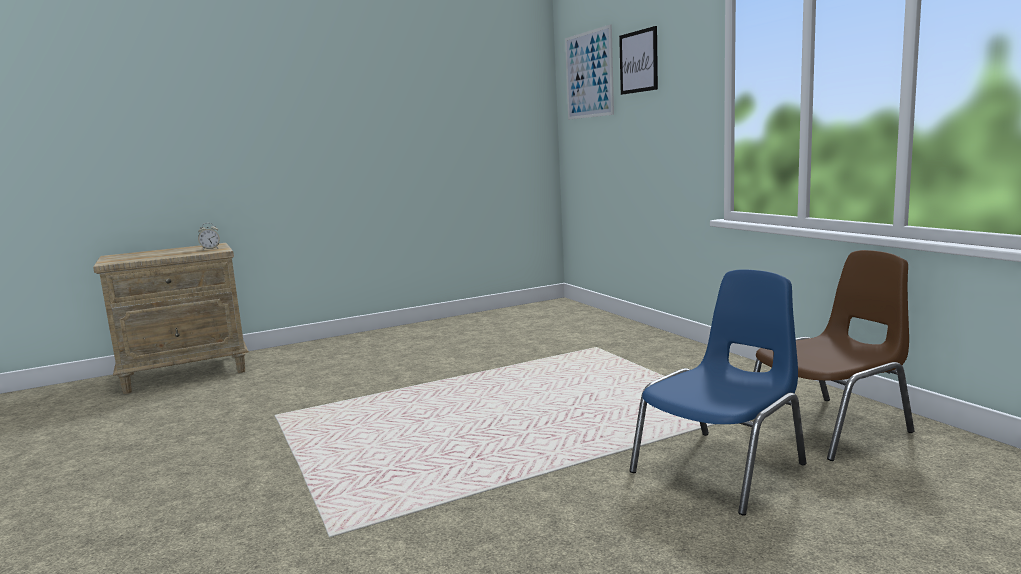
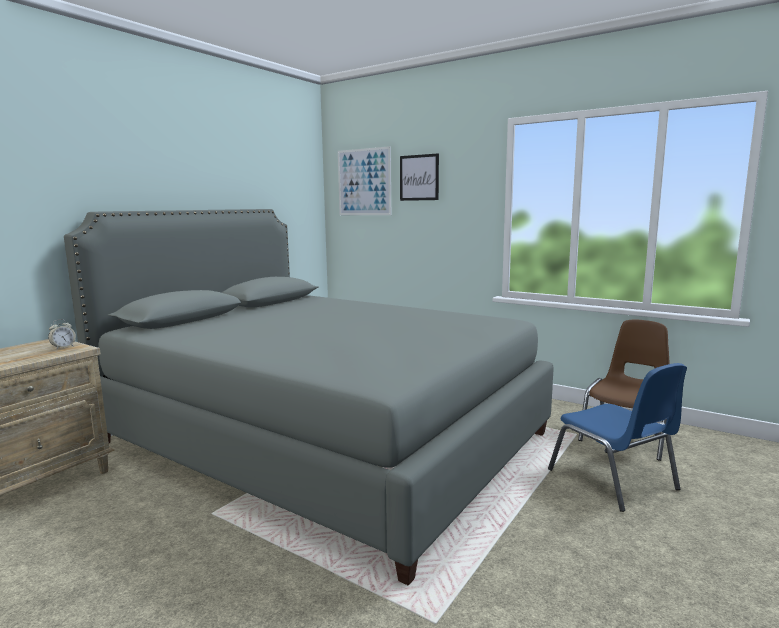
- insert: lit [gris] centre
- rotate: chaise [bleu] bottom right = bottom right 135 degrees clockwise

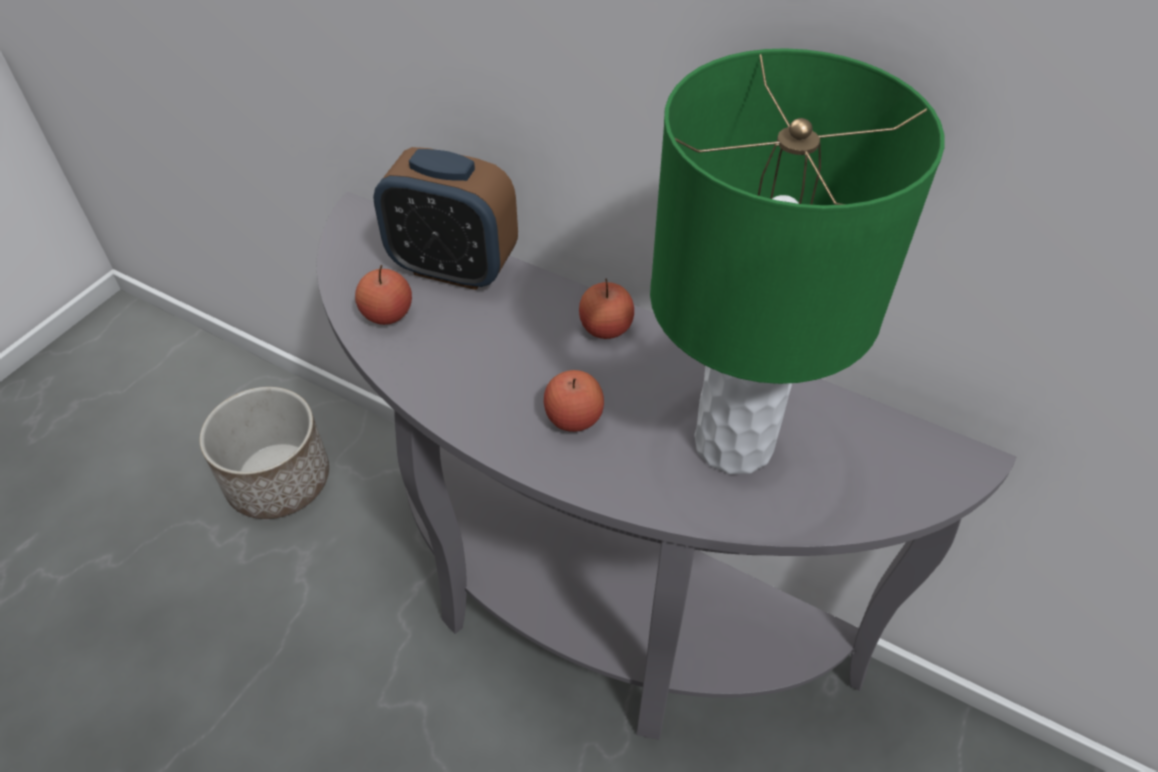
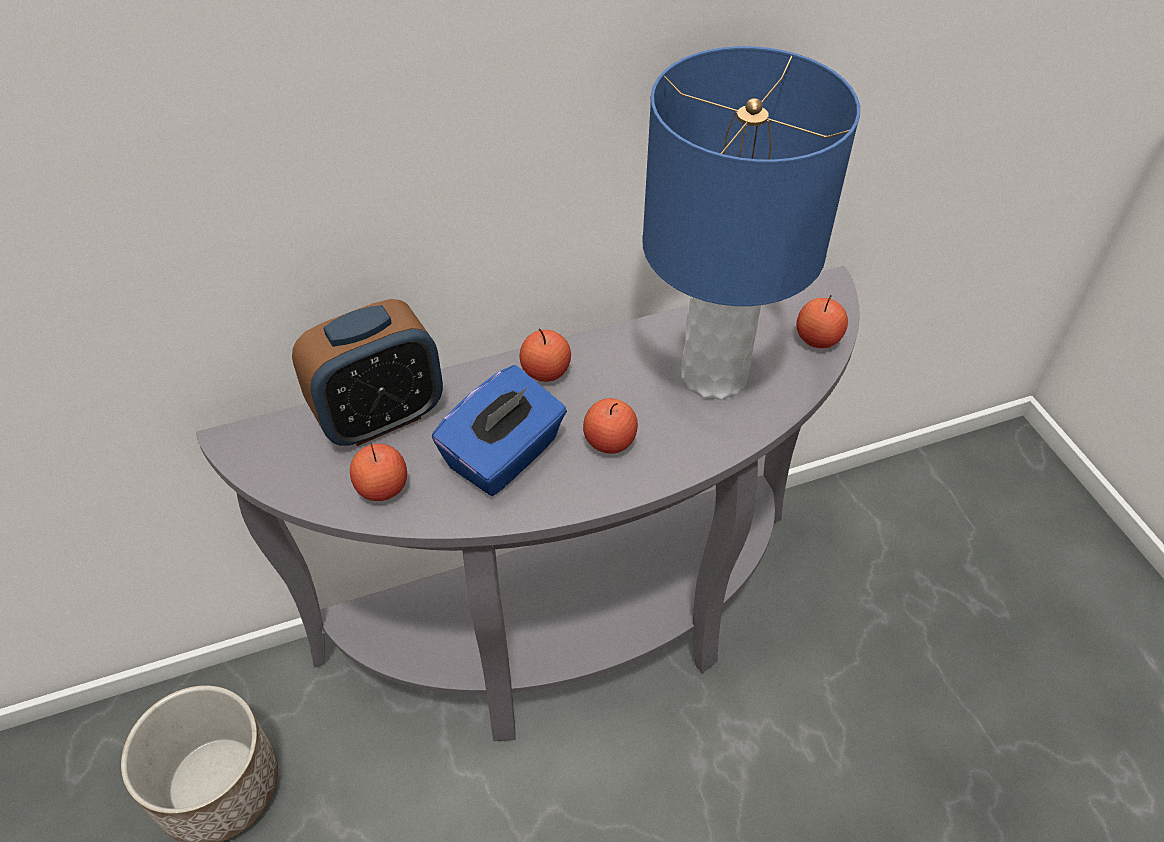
- insert: boîte à mouchoirs [bleu] centre
- recolor: lampe de table [vert] middle right to lampe de table [bleu] top centre
- insert: pomme (4th from left) middle right

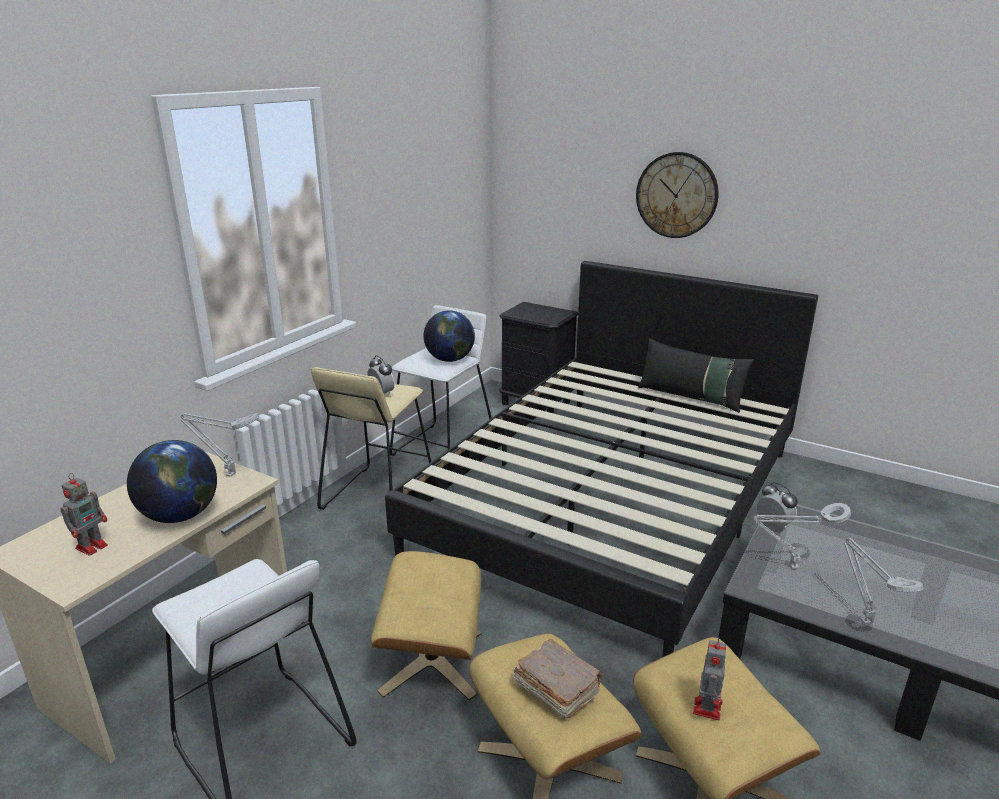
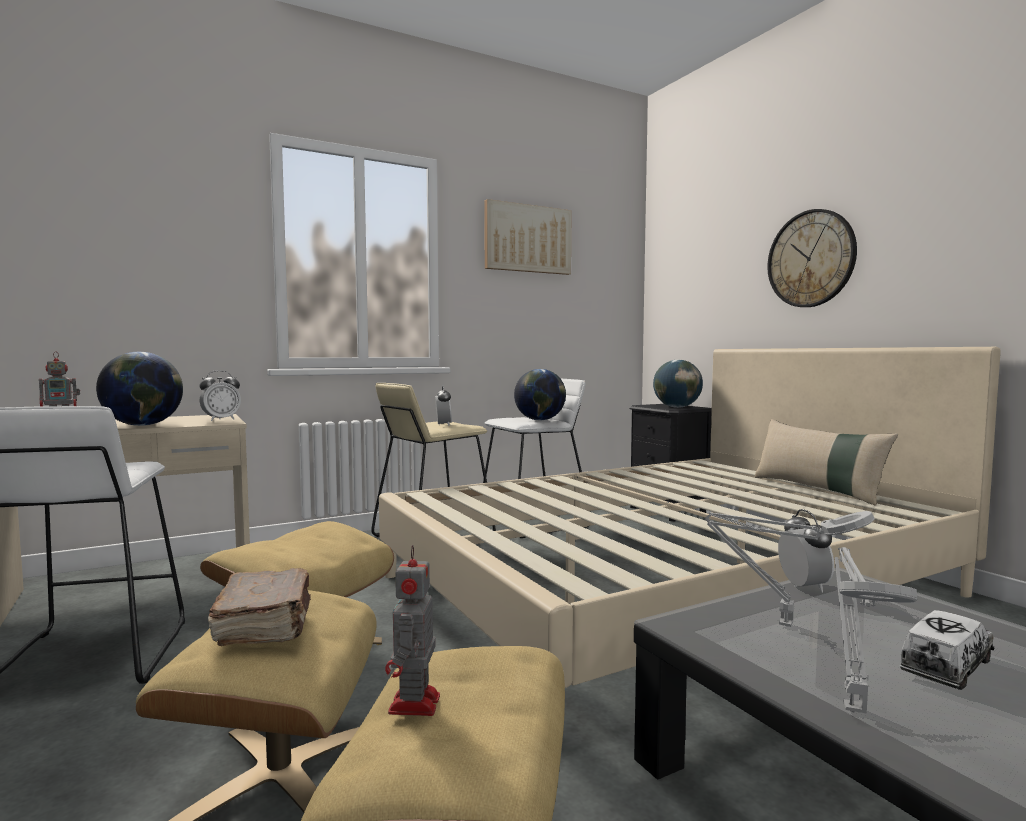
- replace: lampe de table [gris] (1st from left) middle left to réveil (1st from left) middle left
- recolor: lit [noir] centre to lit [beige] middle right
- rotate: robot jouet (2nd from left) bottom right = bottom centre 135 degrees clockwise
- insert: tableau top centre
- insert: globe (3rd from left) centre
- recolor: coussin [noir] middle right to coussin [beige] middle right
- insert: camion jouet bottom right

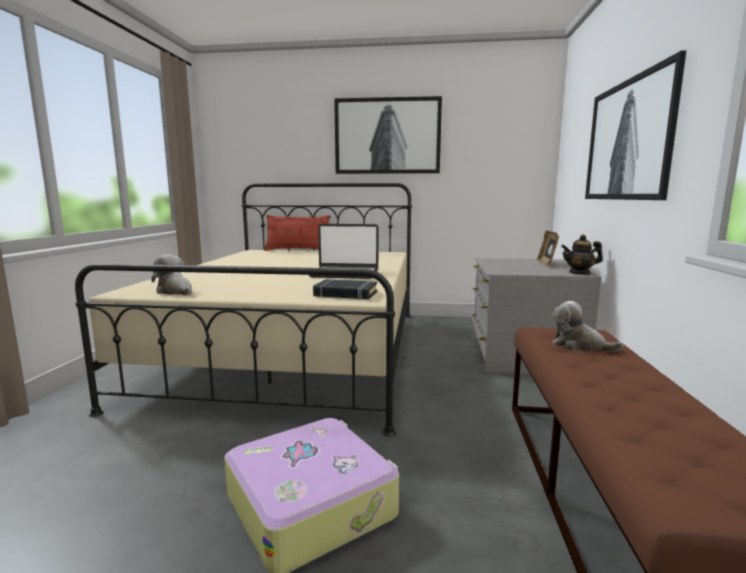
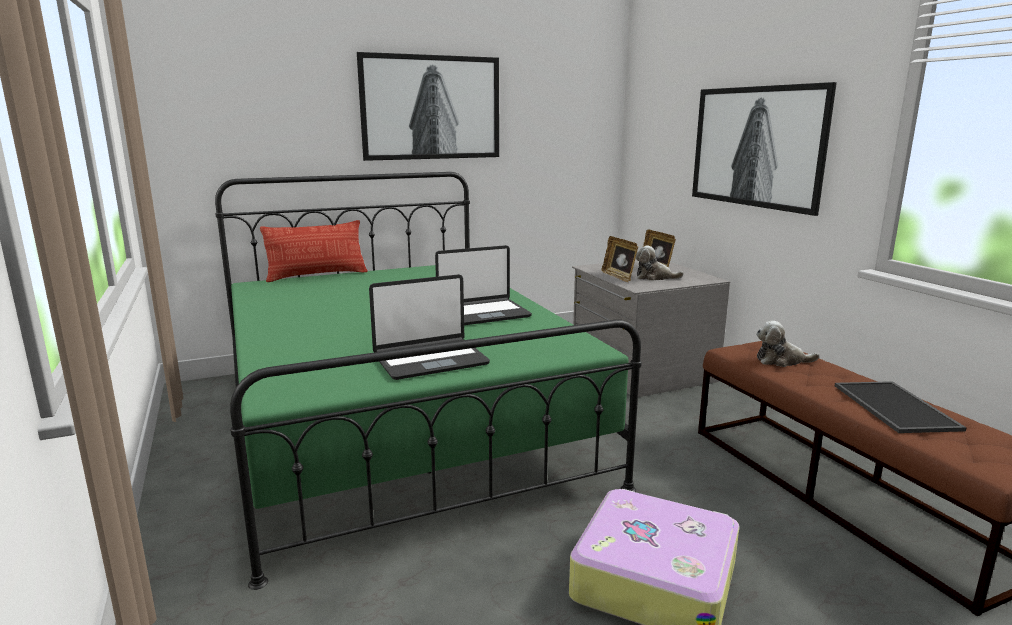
- recolor: lit [beige] middle left to lit [vert] centre
- insert: ordinateur portable (1st from left) centre
- insert: cadre photo (1st from left) centre
- move: peluche (1st from left) middle left to centre
- insert: plateau middle right
- delete: livre [noir] centre
- delete: théière middle right

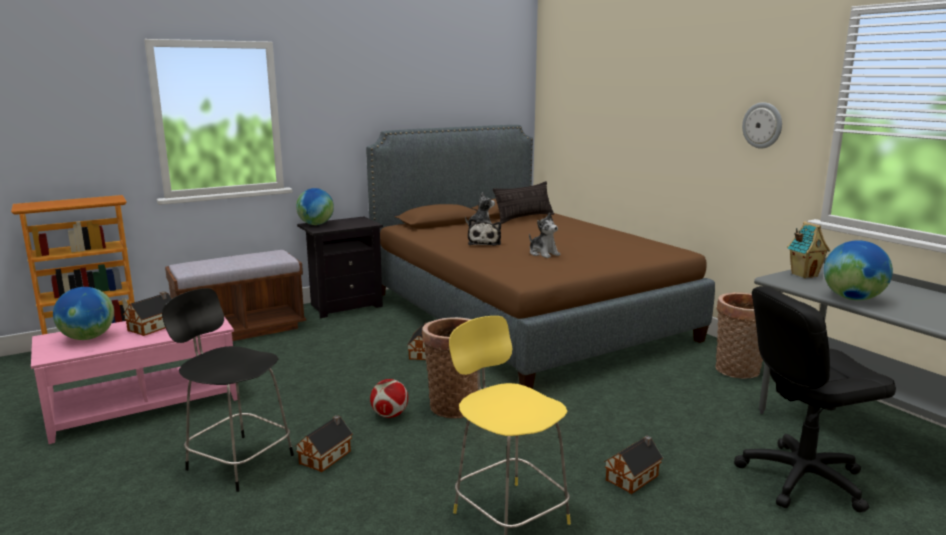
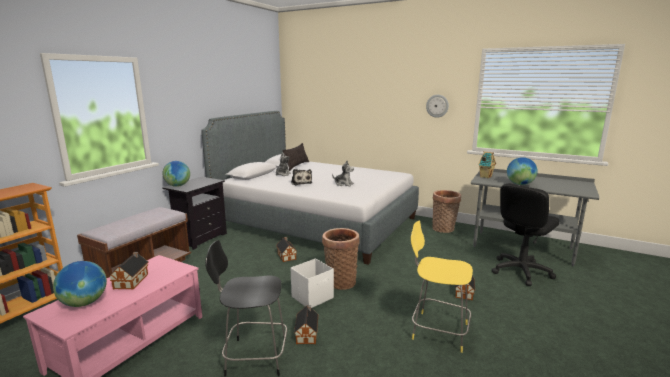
- recolor: lit [marron] centre to lit [gris] centre
- replace: ballon de foot bottom centre to boîte de rangement [blanc] bottom centre

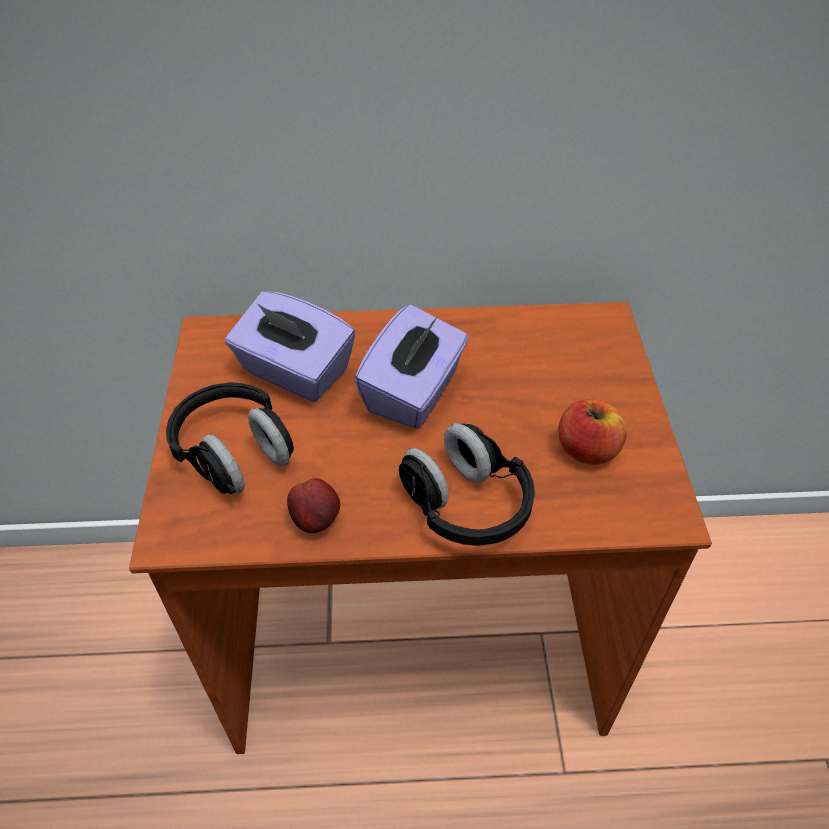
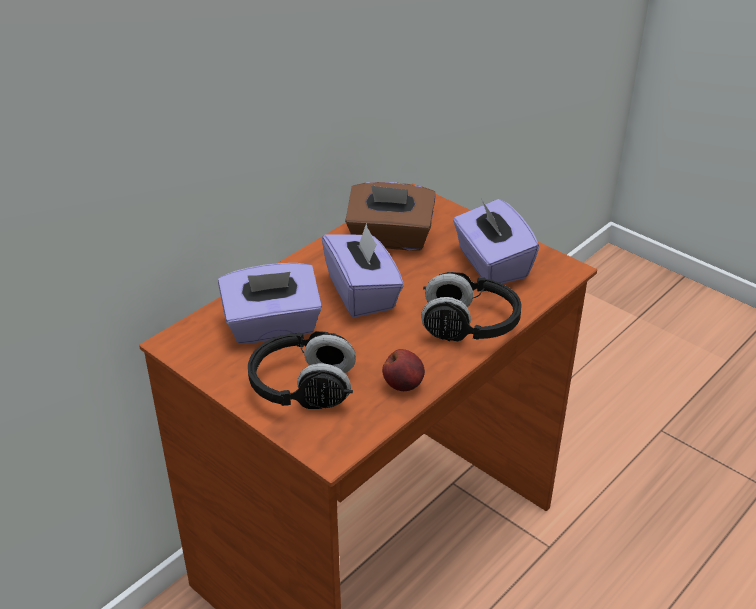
- insert: boîte à mouchoirs [marron] centre
- replace: pomme (2nd from left) middle right to boîte à mouchoirs [violet] (3rd from left) centre

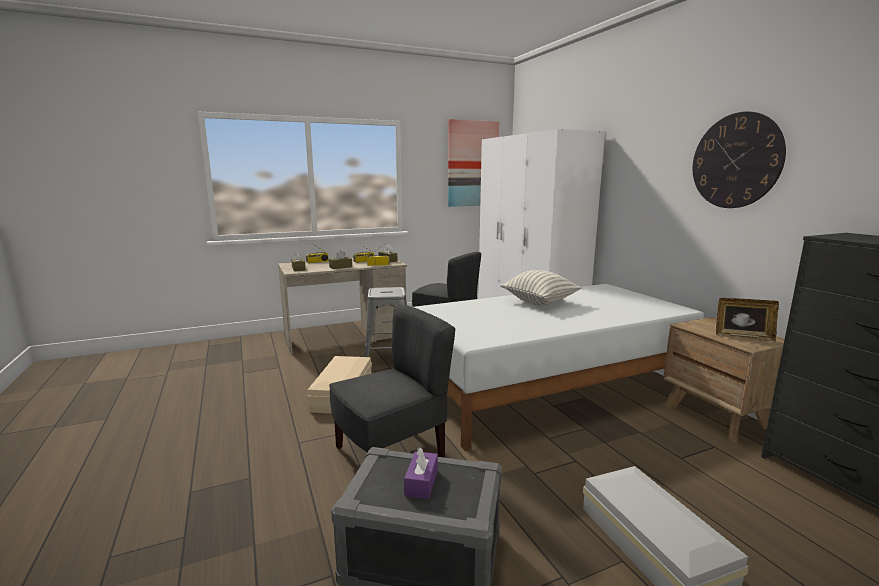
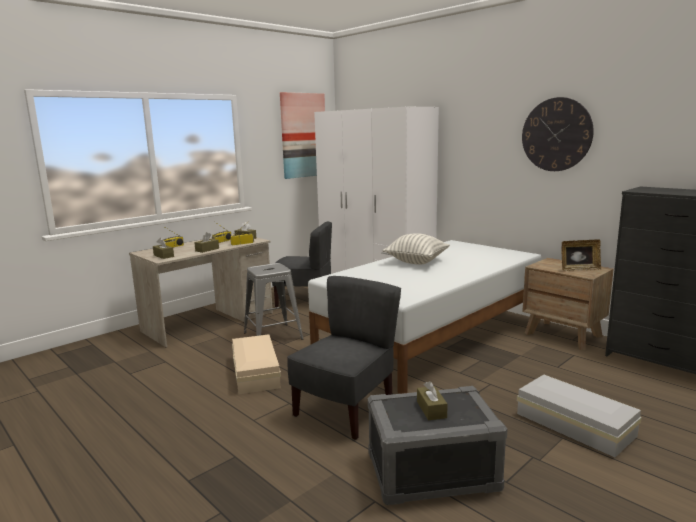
- recolor: boîte à mouchoirs [violet] bottom centre to boîte à mouchoirs [marron] (4th from left) bottom centre

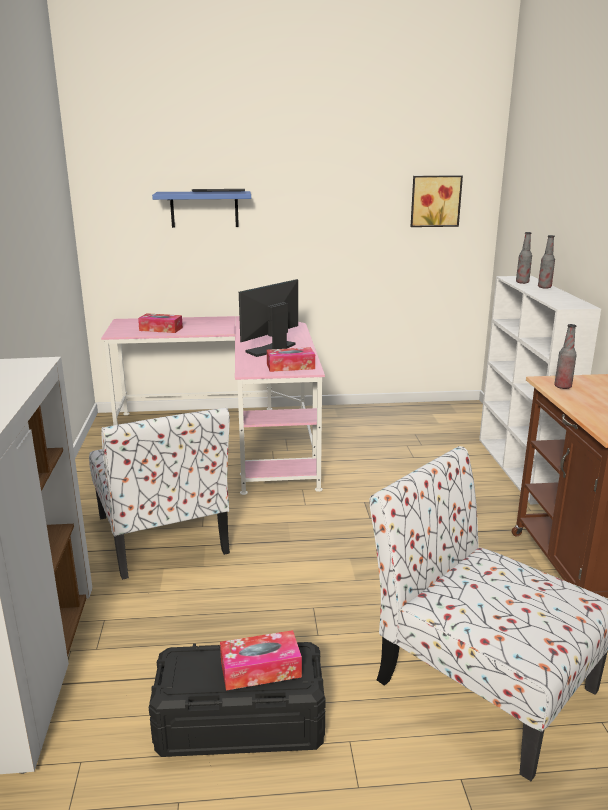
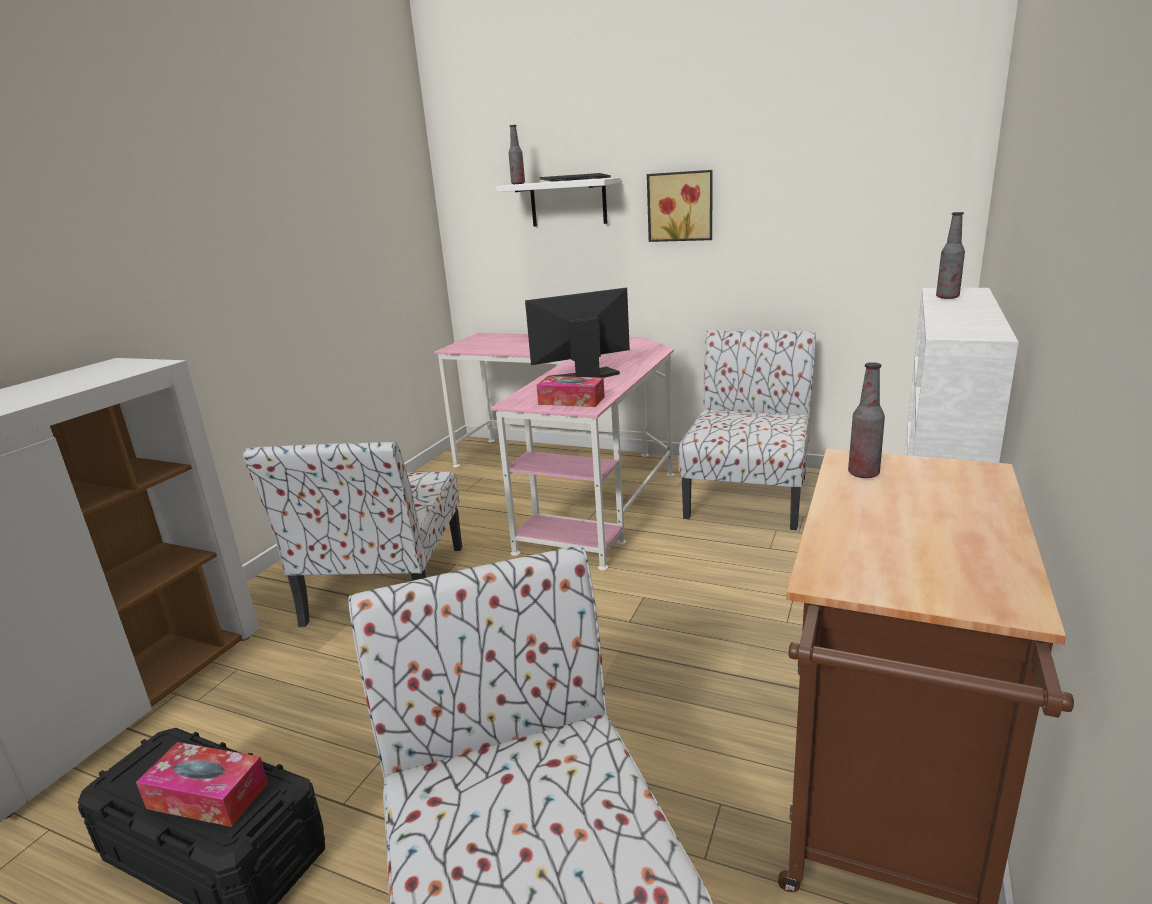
- recolor: étagère [bleu] top left to étagère [blanc] top centre
- move: bouteille (2nd from left in the first image) top right to bouteille (1st from left) top centre
- move: tableau top right to top centre
- insert: chaise (3rd from left) centre
- delete: boîte à mouchoirs (1st from left) middle left

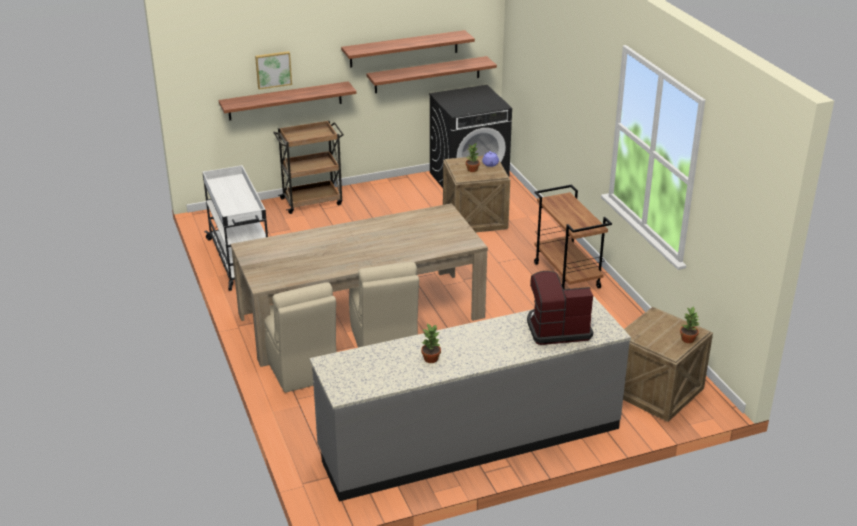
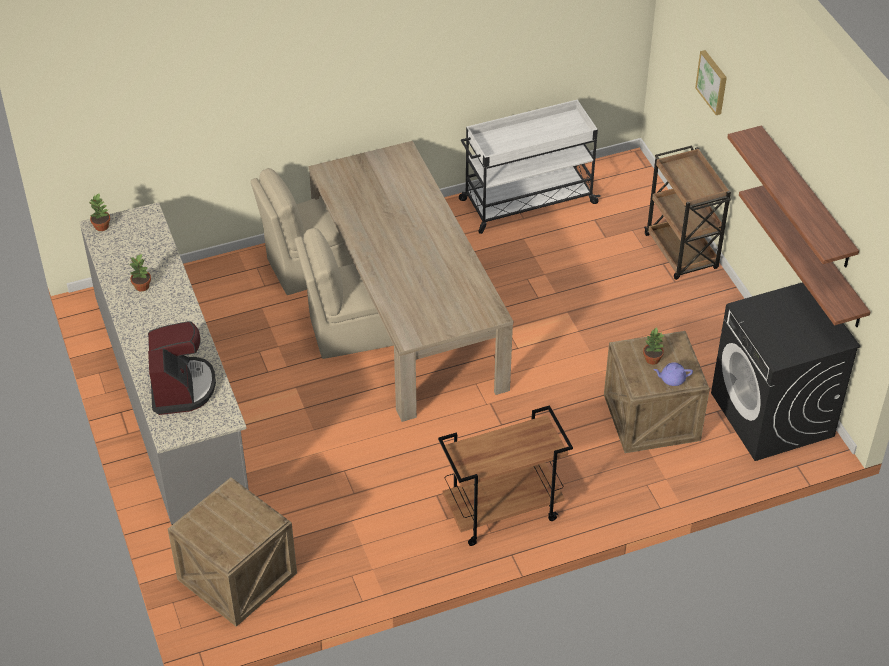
- move: plante en pot (3rd from left in the first image) middle right to plante en pot (1st from left) top left
- delete: étagère (1st from left) top centre

